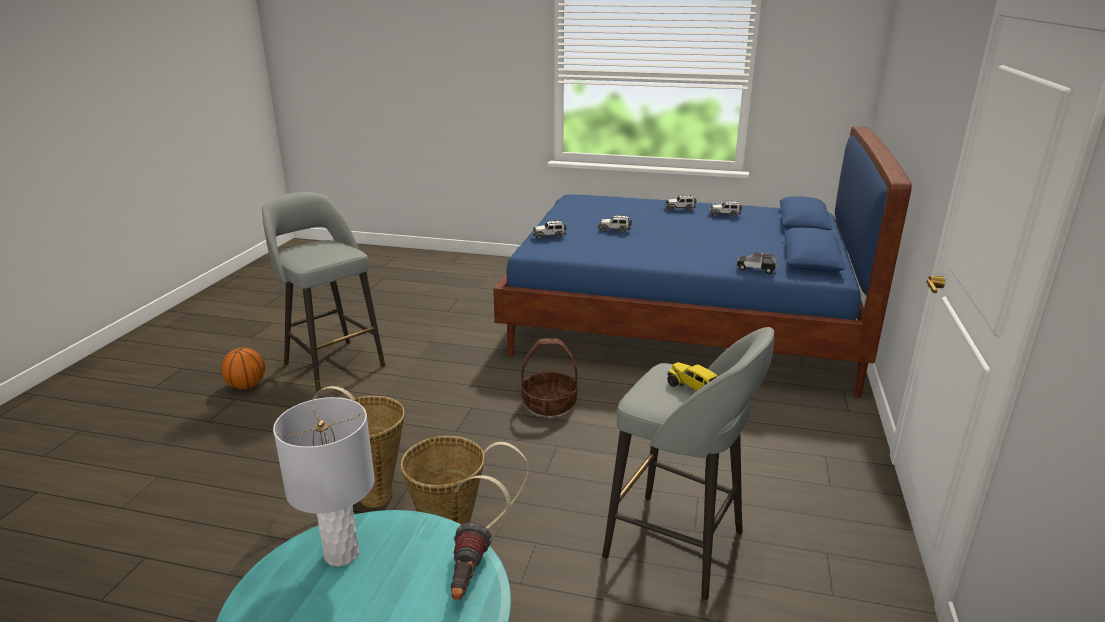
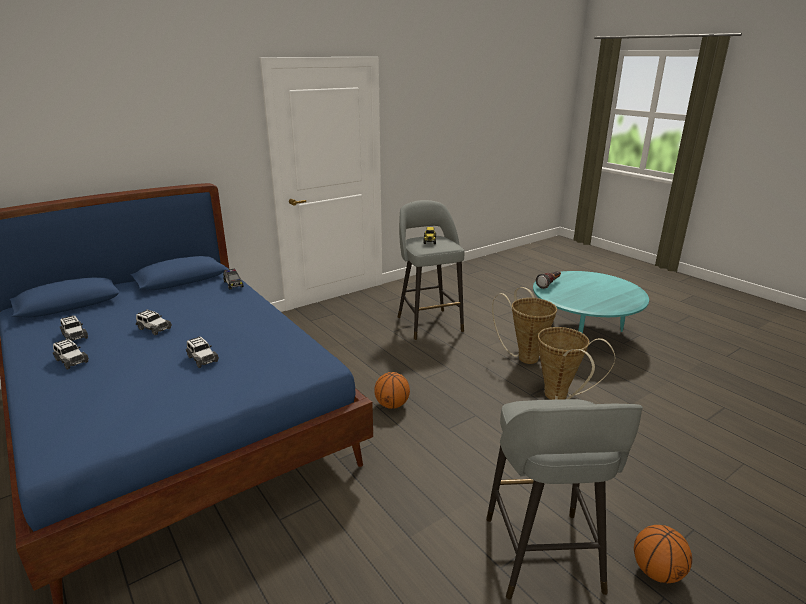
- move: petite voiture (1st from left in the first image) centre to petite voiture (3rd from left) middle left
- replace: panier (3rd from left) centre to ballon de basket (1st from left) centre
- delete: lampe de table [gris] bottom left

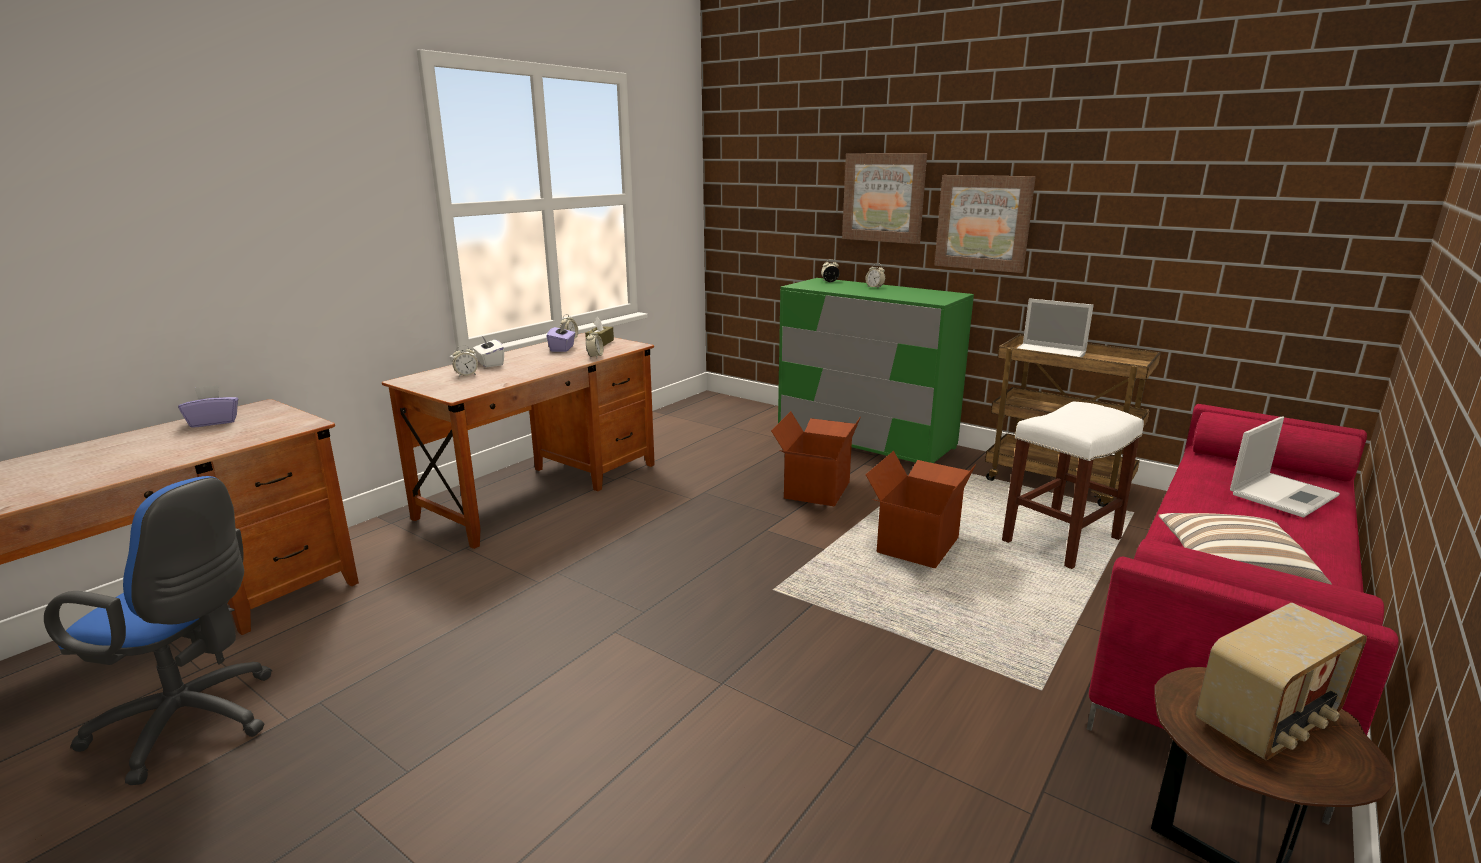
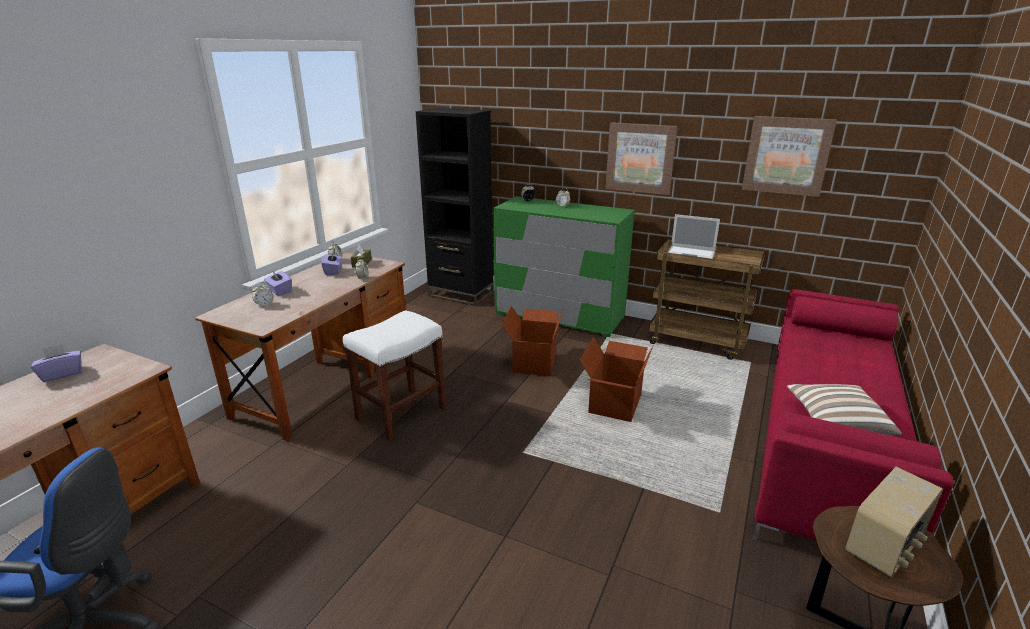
- recolor: boîte à mouchoirs [blanc] middle left to boîte à mouchoirs [violet] (2nd from left) middle left
- move: tabouret [blanc] middle right to centre
- insert: bibliothèque [noir] top centre
- move: tableau (1st from left in the first image) top centre to tableau (2nd from left) top right
- delete: ordinateur portable (2nd from left) middle right

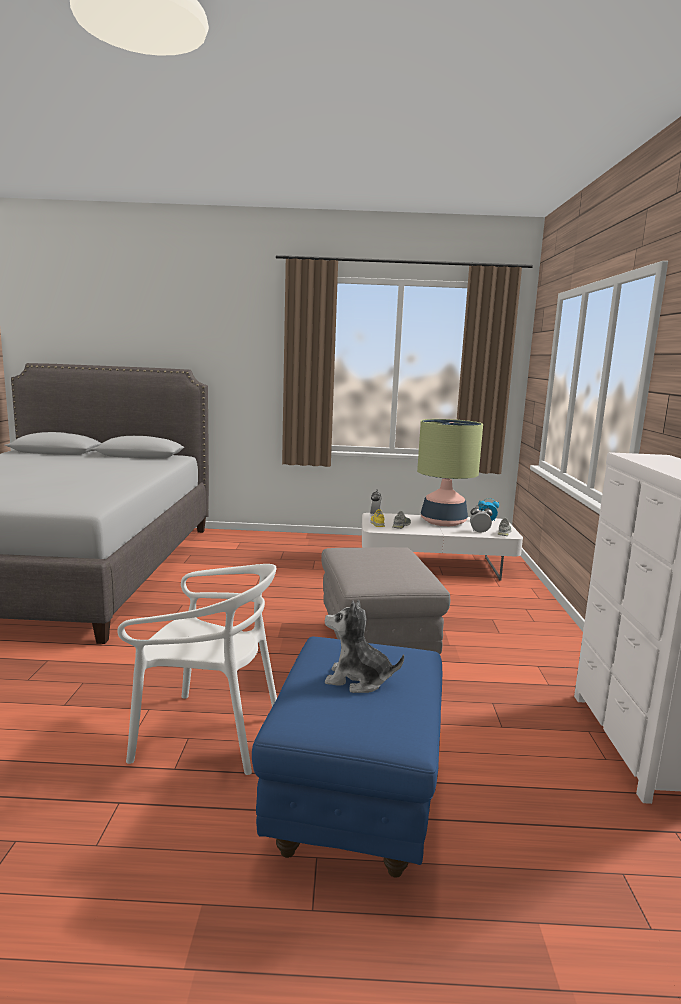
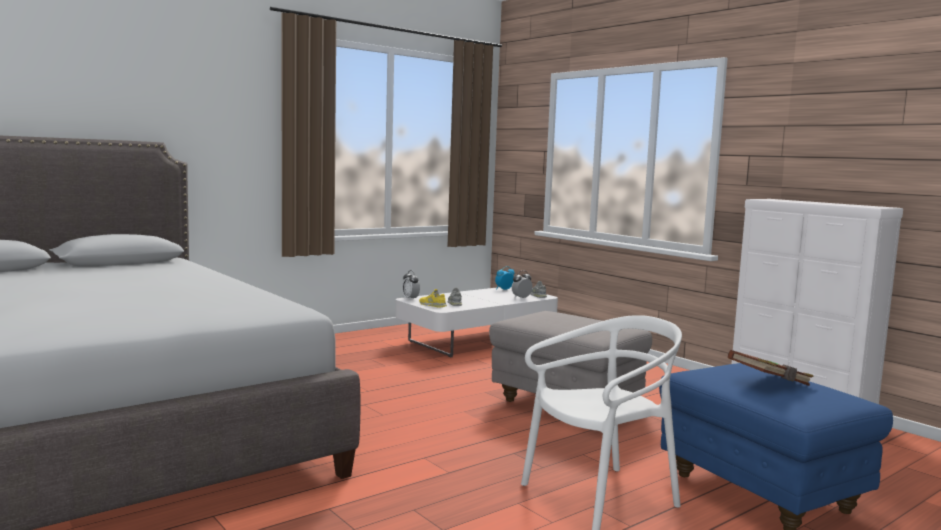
- replace: peluche centre to livre [marron] bottom right
- delete: lampe de table centre

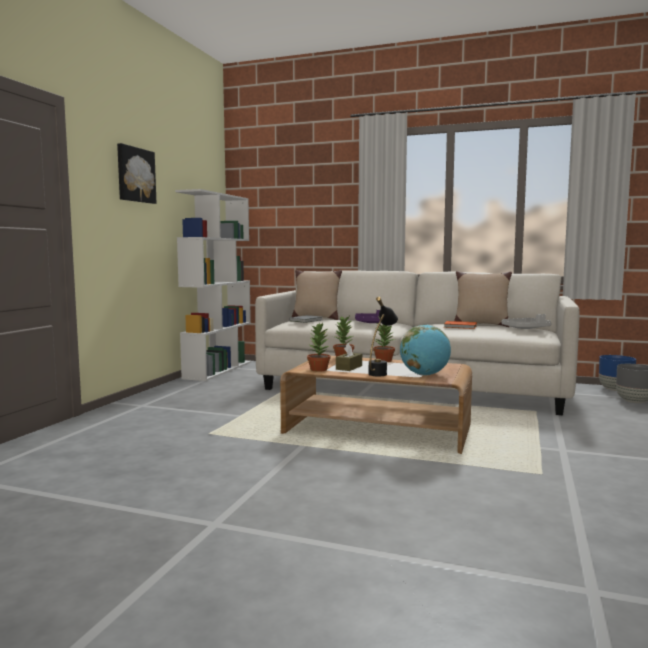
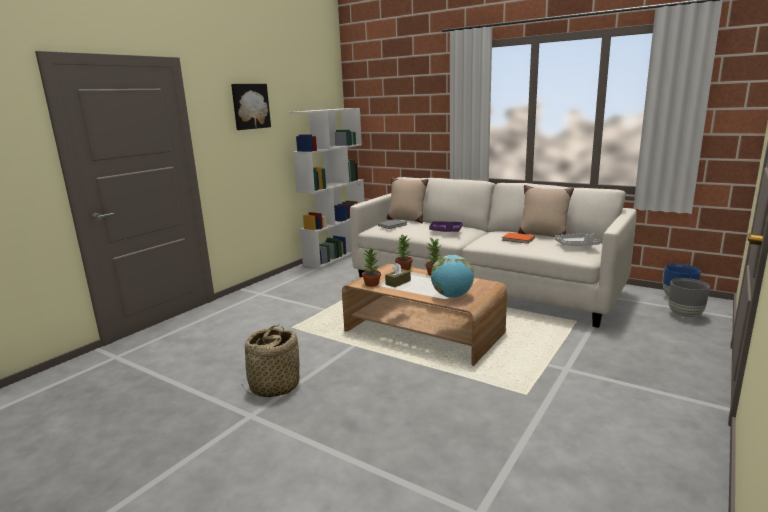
- insert: panier bottom centre
- delete: lampe de table [noir] centre

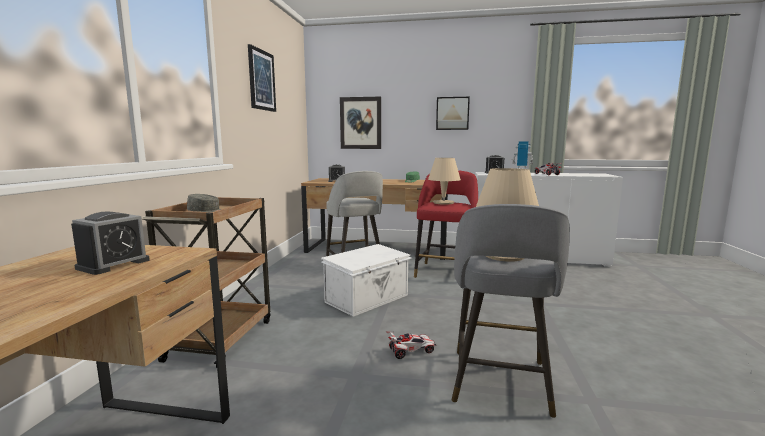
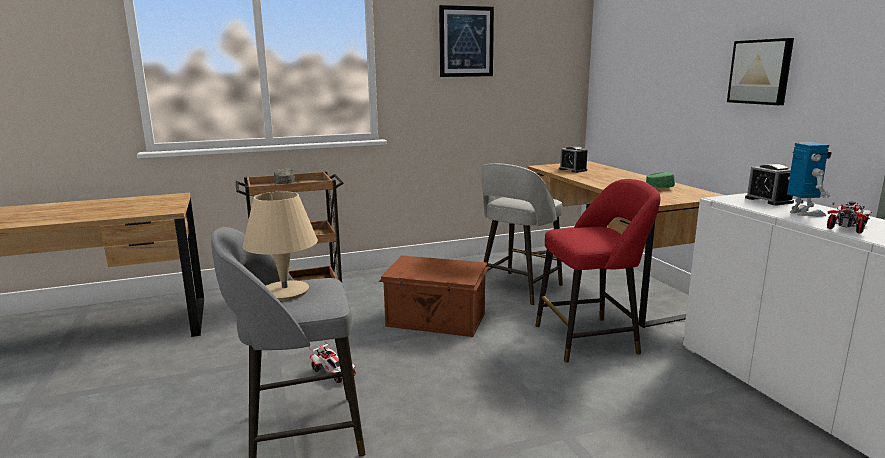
- recolor: boîte de rangement [blanc] centre to boîte de rangement [marron] centre
- delete: réveil (1st from left) middle left
- delete: tableau (2nd from left) top centre
- delete: lampe de table [beige] (1st from left) centre

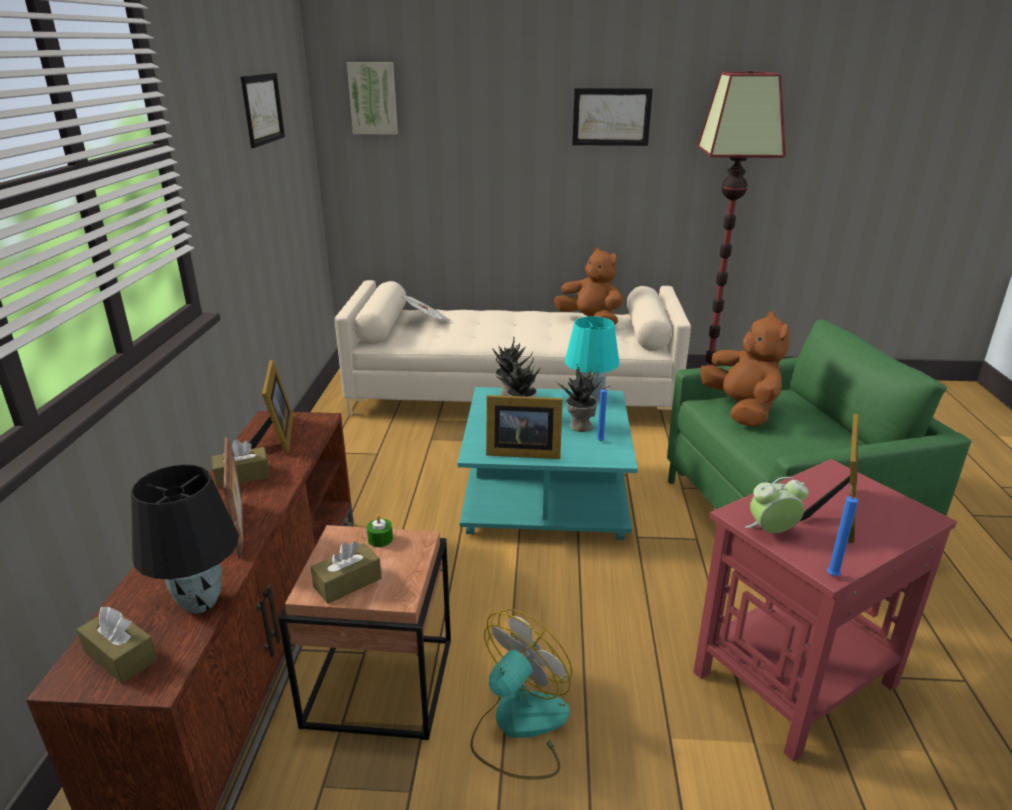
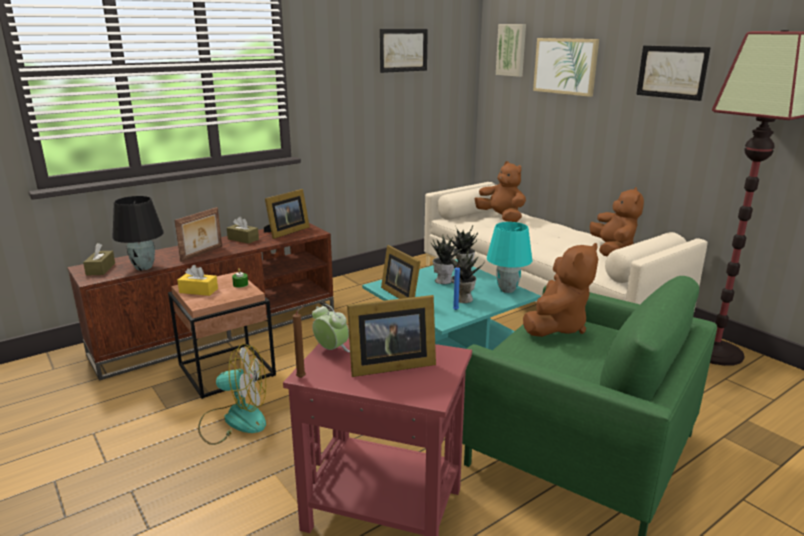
- recolor: boîte à mouchoirs [marron] (3rd from left) bottom centre to boîte à mouchoirs [jaune] middle left
- recolor: bougie [bleu] (2nd from left) middle right to bougie [marron] centre
- replace: journal centre to peluche [marron] (1st from left) centre
- insert: tableau (3rd from left) top right

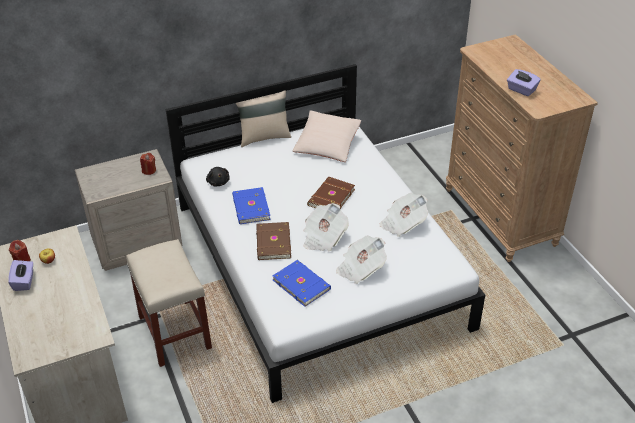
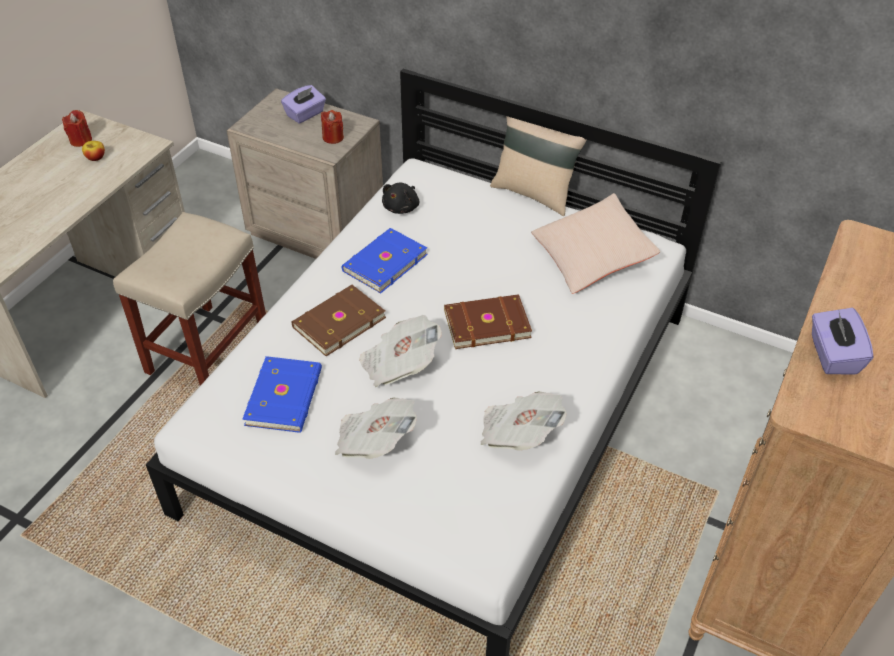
- move: boîte à mouchoirs [violet] (1st from left) middle left to top centre

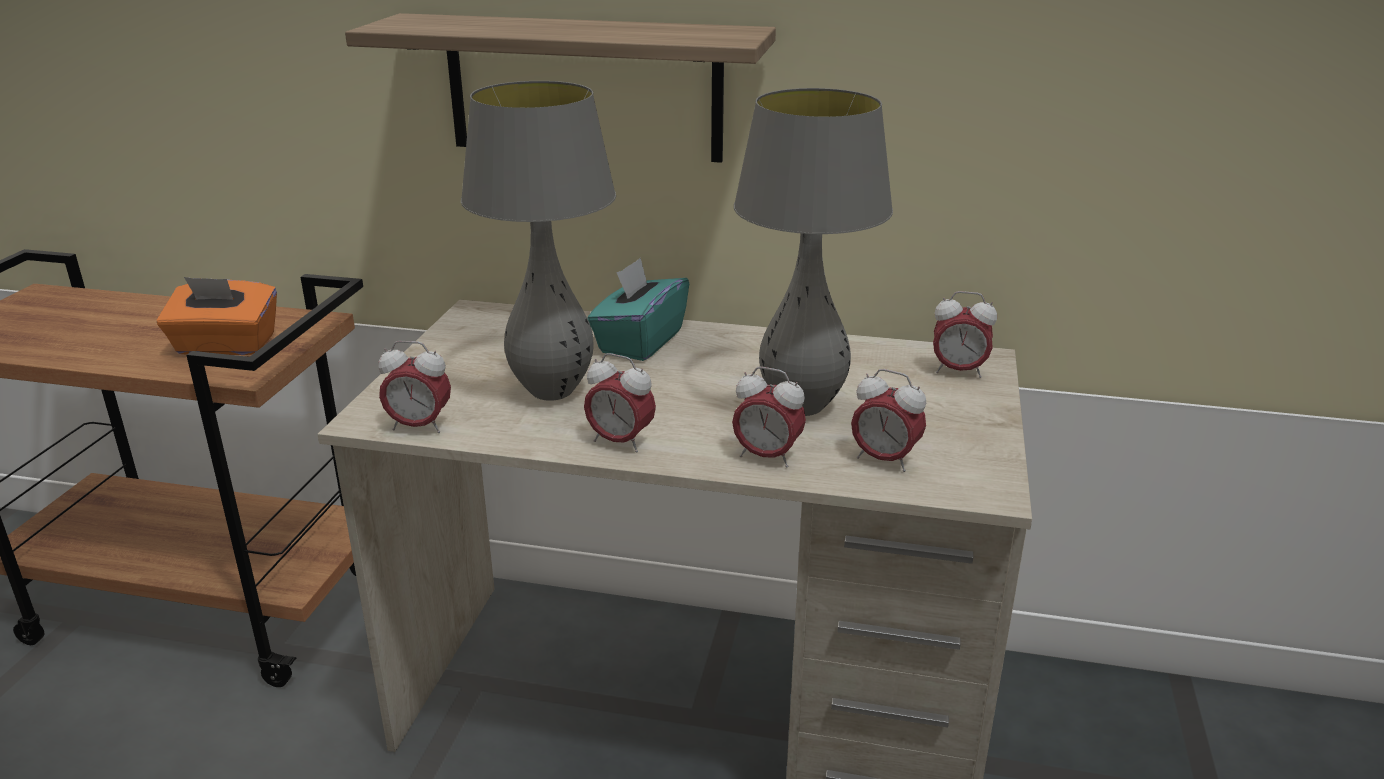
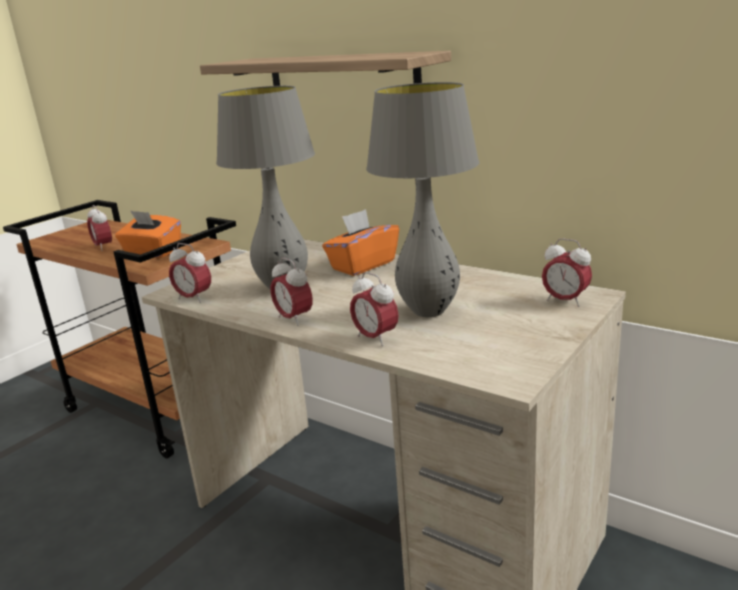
- move: réveil (4th from left in the first image) centre to réveil (1st from left) middle left
- recolor: boîte à mouchoirs [turquoise] centre to boîte à mouchoirs [orange] (2nd from left) centre

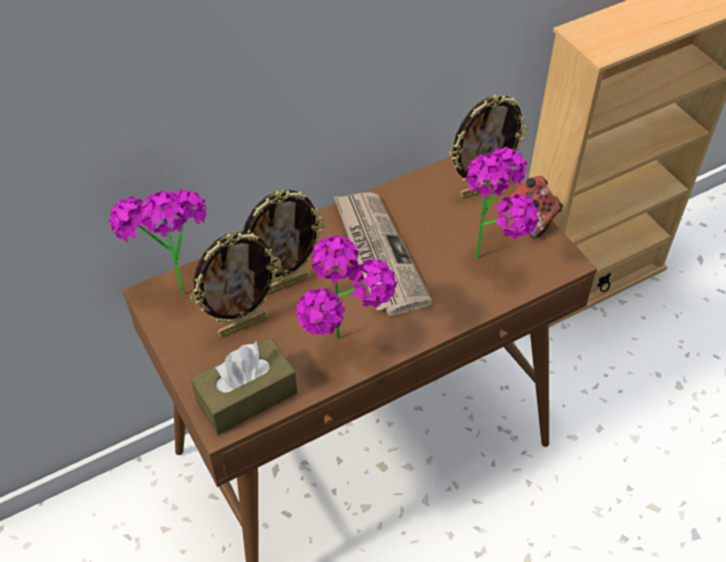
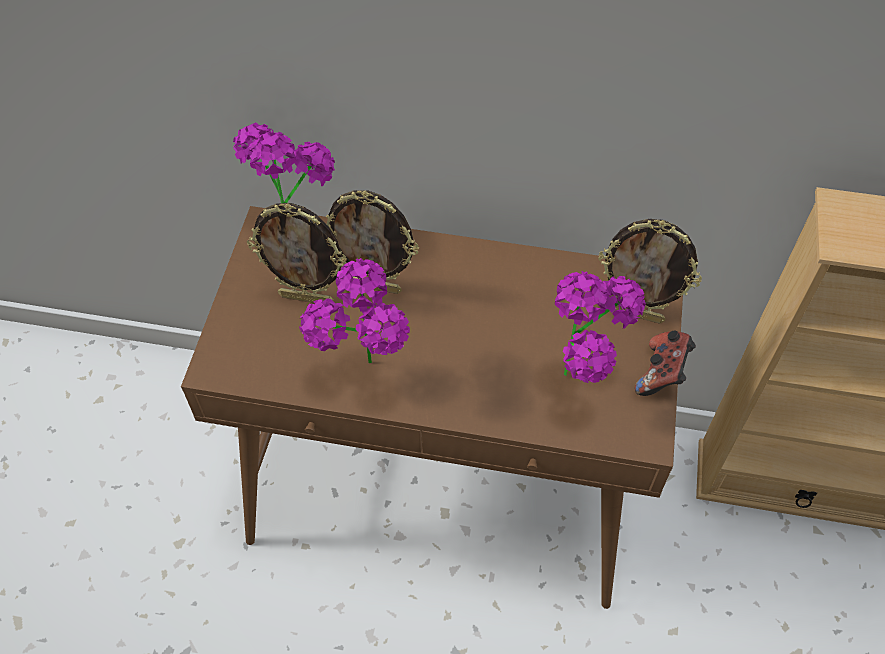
- delete: boîte à mouchoirs [marron] bottom centre
- delete: journal centre

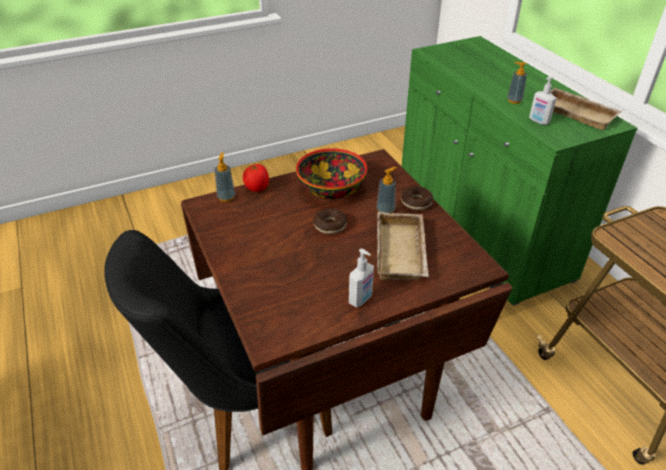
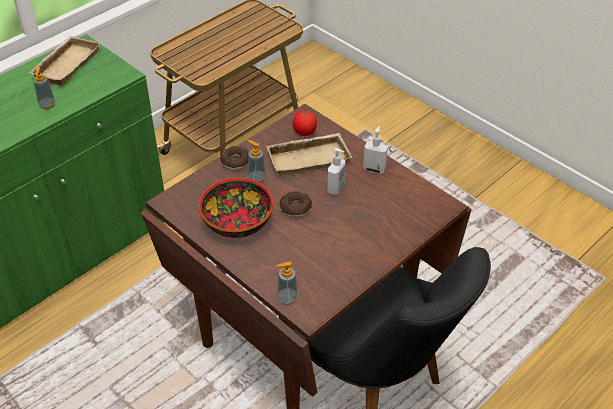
- move: tomate centre to top centre
- move: distributeur de savon (5th from left in the first image) top right to distributeur de savon (4th from left) centre

